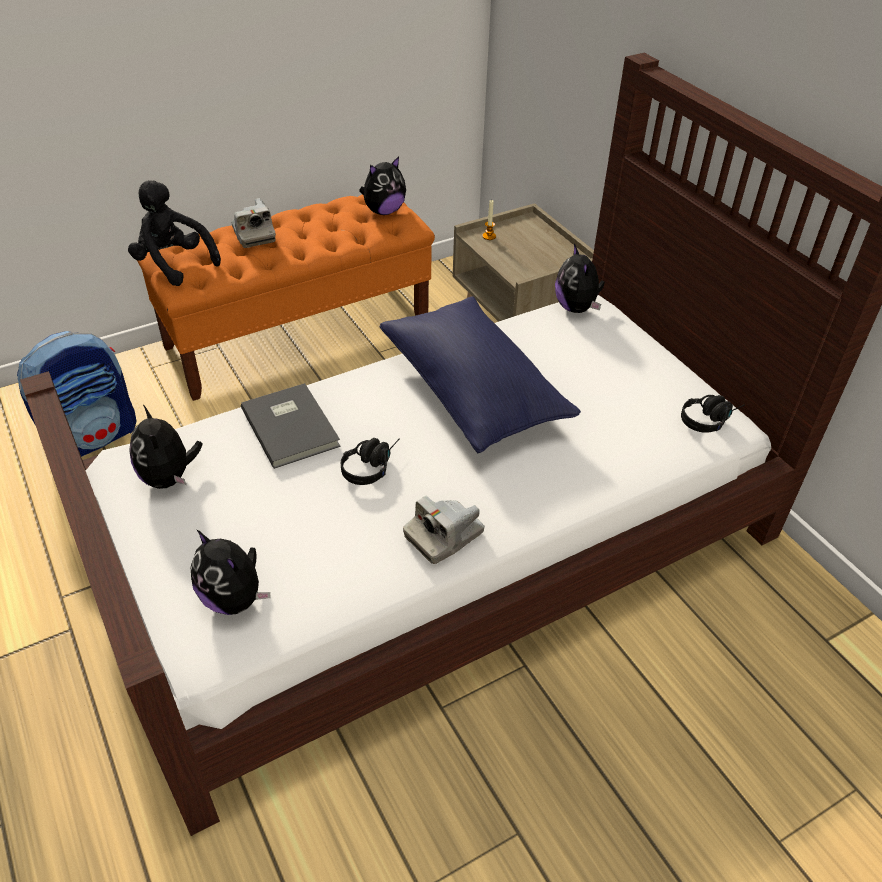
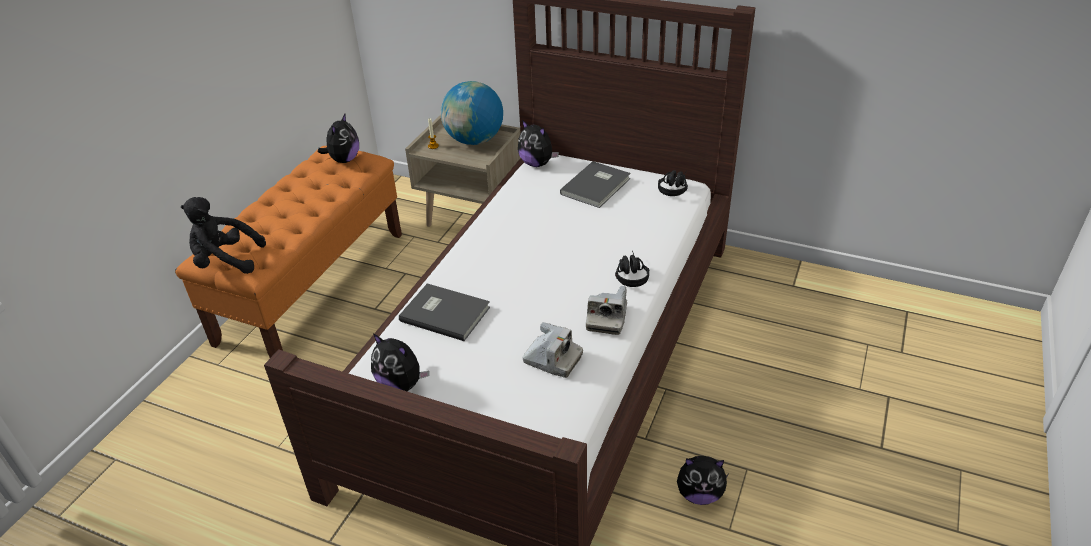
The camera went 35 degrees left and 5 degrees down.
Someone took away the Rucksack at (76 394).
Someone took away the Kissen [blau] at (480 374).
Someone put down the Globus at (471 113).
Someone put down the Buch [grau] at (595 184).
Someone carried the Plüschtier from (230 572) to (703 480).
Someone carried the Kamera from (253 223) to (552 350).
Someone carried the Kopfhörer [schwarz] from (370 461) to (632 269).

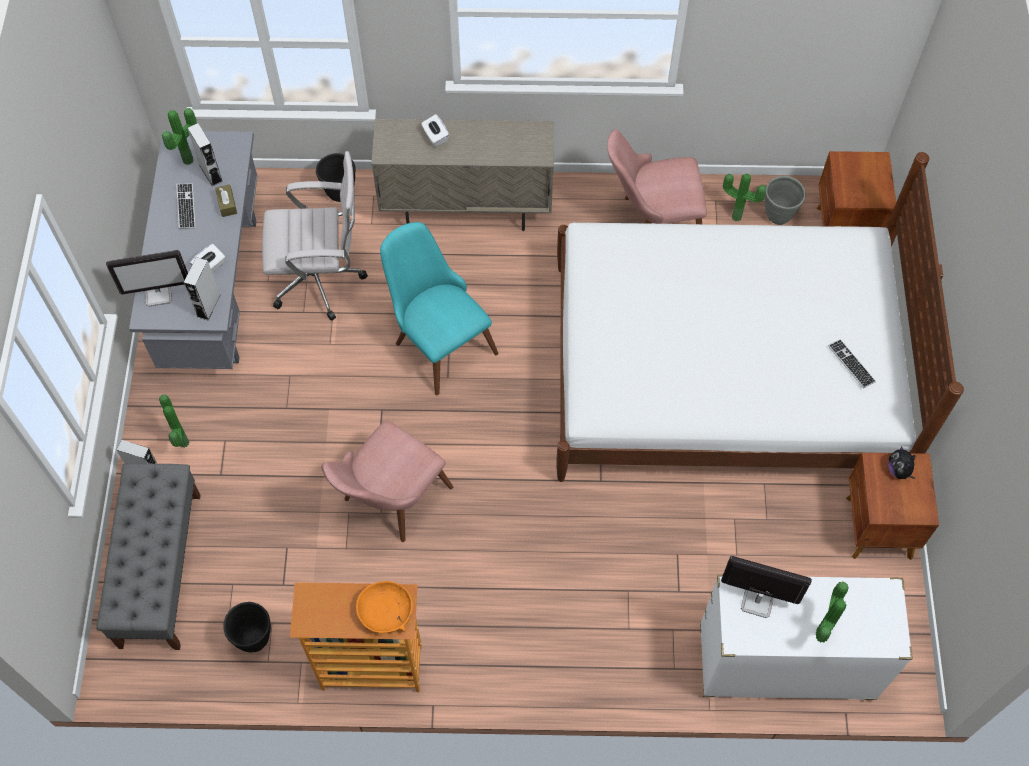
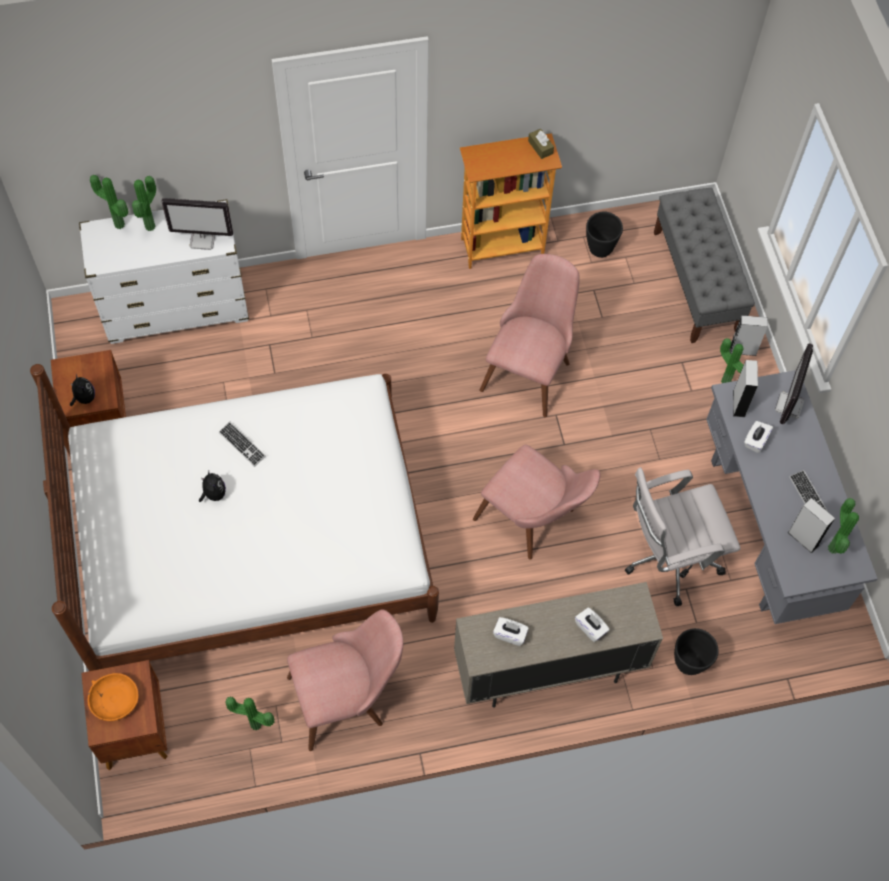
The camera went 165 degrees right and 0 degrees up.
Someone took away the Pflanzkübel [grau] at (785 200).
Someone put down the Topfpflanze at (109 202).
Someone put down the Plüschtier at (212 486).
Someone put down the Taschentuchbox [weiß] at (511 631).
Someone carried the Taschentuchbox [braun] from (226 200) to (541 144).
Someone carried the Schüssel [orange] from (384 607) to (113 697).
Someone carried the Tastatur from (852 363) to (242 444).
Someone repainted the Stuhl [türkis] at (439 308), which became the Stuhl [rosa] at (537 502).
Someone rotated the Monitor at (147 278) by 45 degrees counterclockwise.

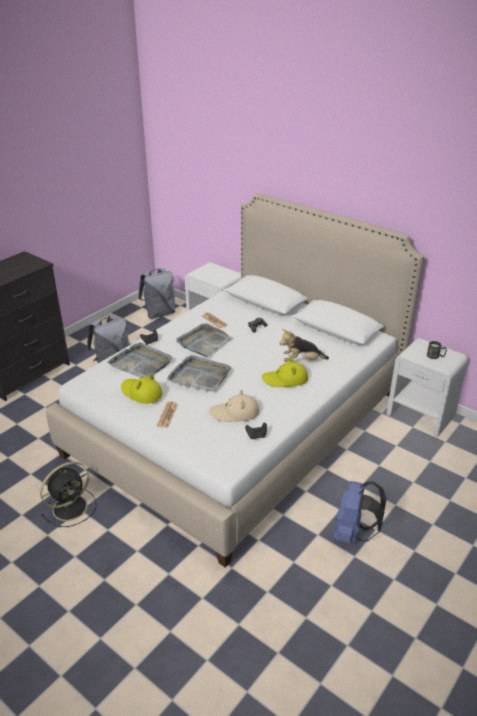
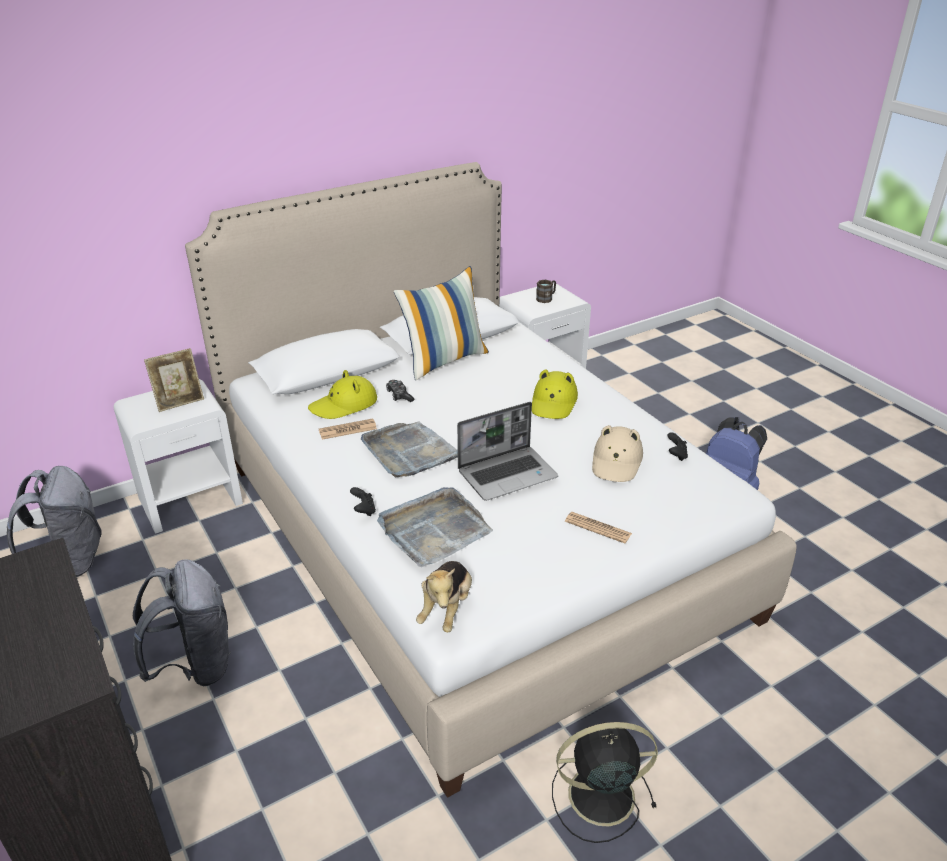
The camera went 70 degrees left and 0 degrees up.
Someone put down the Bilderrahmen at (174 380).
Someone put down the Kissen at (441 323).
Someone carried the Hut [gelb] from (142 389) to (342 394).
Someone carried the Plüschtier from (304 345) to (444 596).
Someone swapped the Tablett [grau] at (199 373) for the Laptop at (507 451).
Someone rotated the Ventilator [schwarz] at (68 494) by 75 degrees counterclockwise.

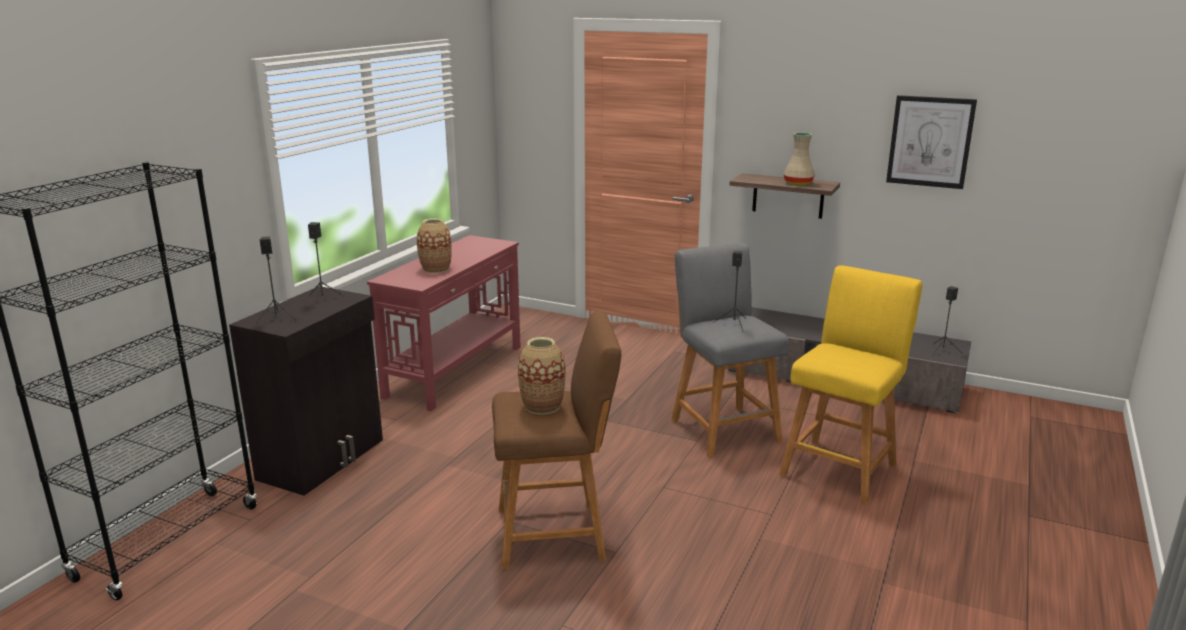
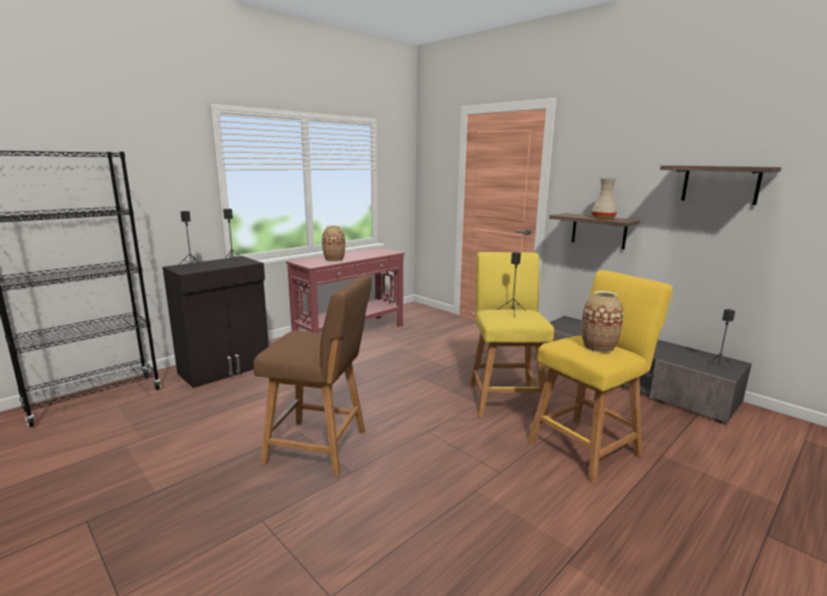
The camera went 20 degrees right and 5 degrees down.
Someone carried the Vase from (542 376) to (602 322).
Someone swapped the Bild at (931 142) for the Wandregal at (721 185).
Someone repainted the Hocker [grau] at (730 350), which became the Hocker [gelb] at (511 334).

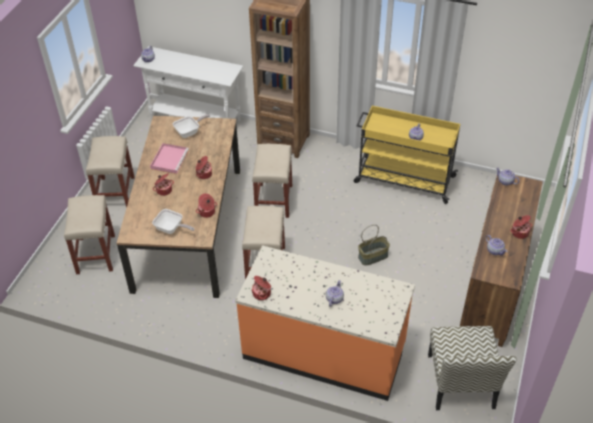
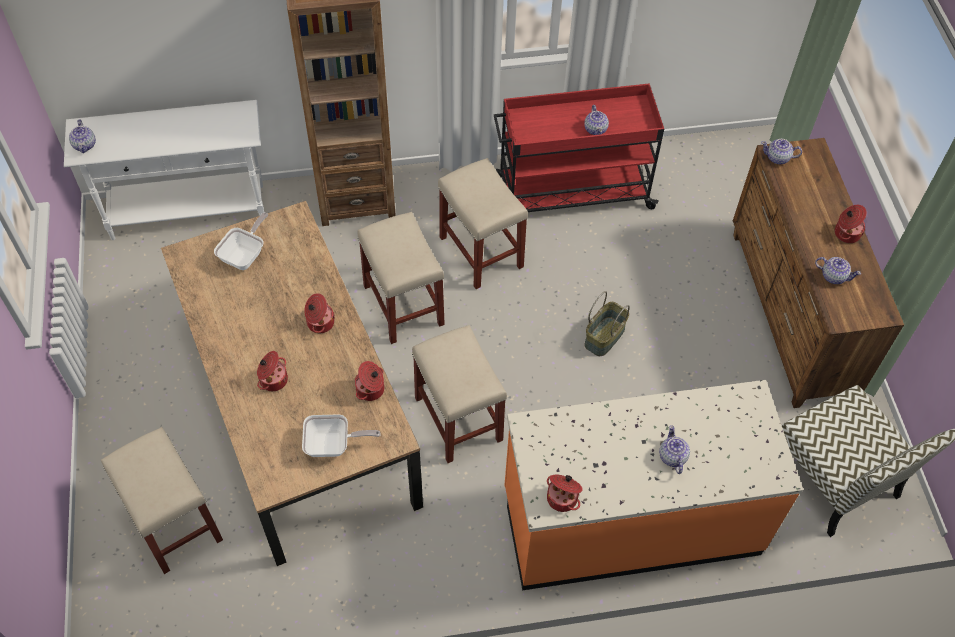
The camera went 30 degrees left and 10 degrees up.
Someone took away the Tablett [rosa] at (169 158).
Someone carried the Hocker [beige] from (110 172) to (483 223).
Someone repainted the Rollwagen [gelb] at (407 155), which became the Rollwagen [rot] at (579 147).

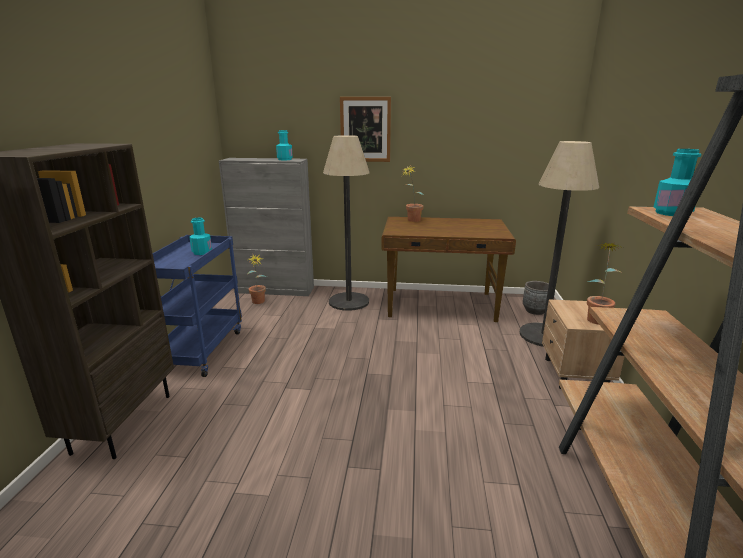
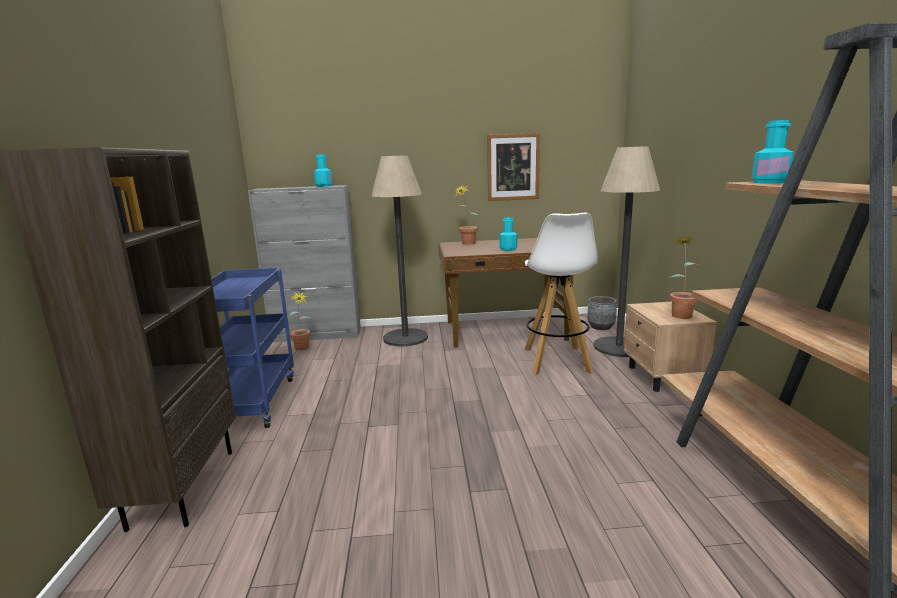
The camera went 10 degrees left and 5 degrees down.
Someone put down the Hocker [weiß] at (561 293).
Someone carried the Flasche [türkis] from (200 236) to (508 234).
Someone carried the Bild from (365 129) to (513 167).

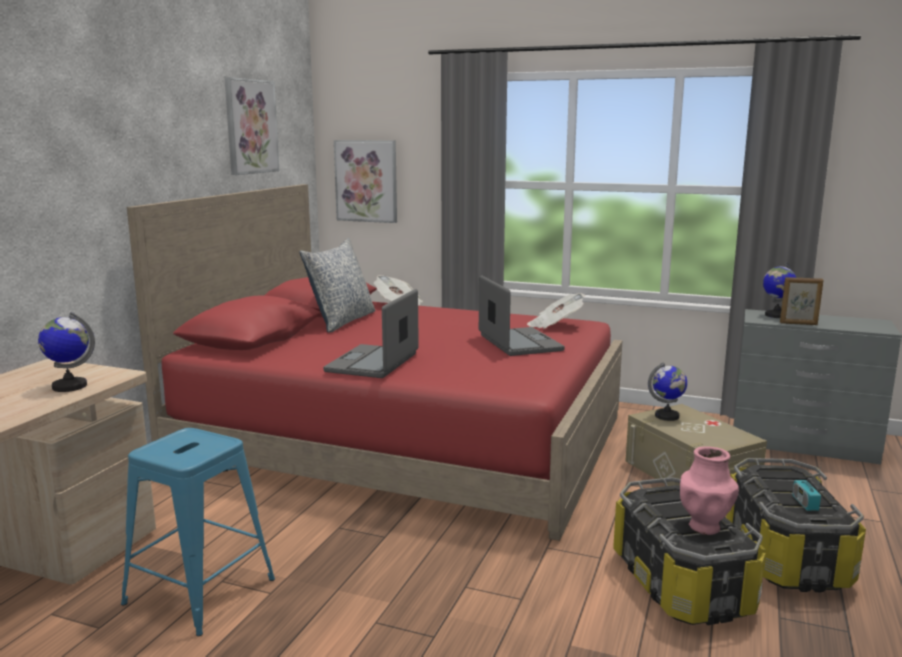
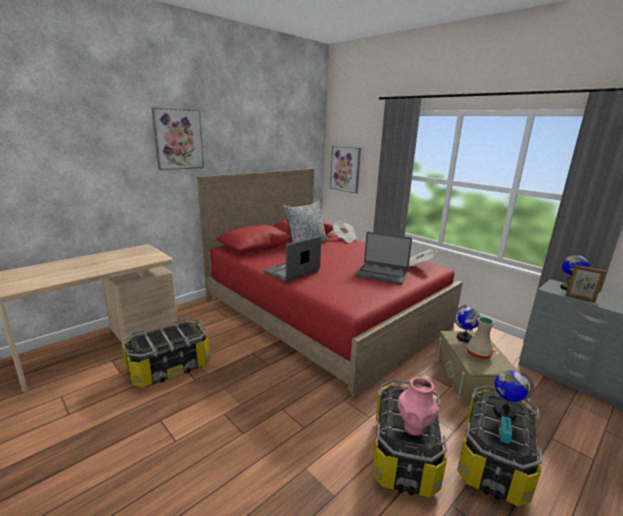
The camera went 25 degrees right and 5 degrees up.
Someone put down the Vase [beige] at (480 338).
Someone carried the Globus from (66 352) to (514 395).
Someone carried the Bild from (251 126) to (178 138).
Someone swapped the Hocker [blau] at (198 532) for the Aufbewahrungsbox at (165 352).
Someone rotated the Laptop at (522 315) by 105 degrees clockwise.

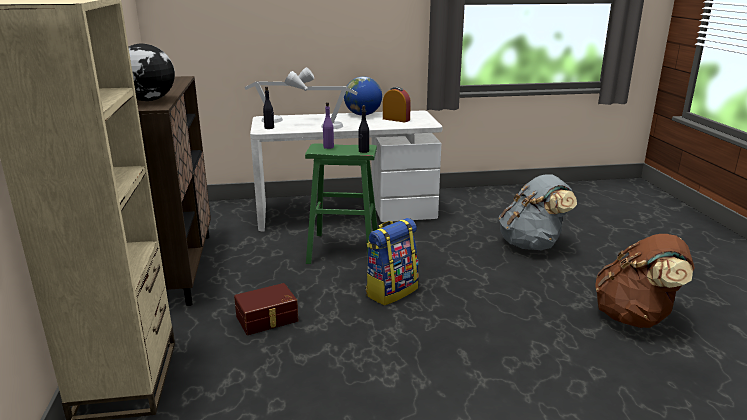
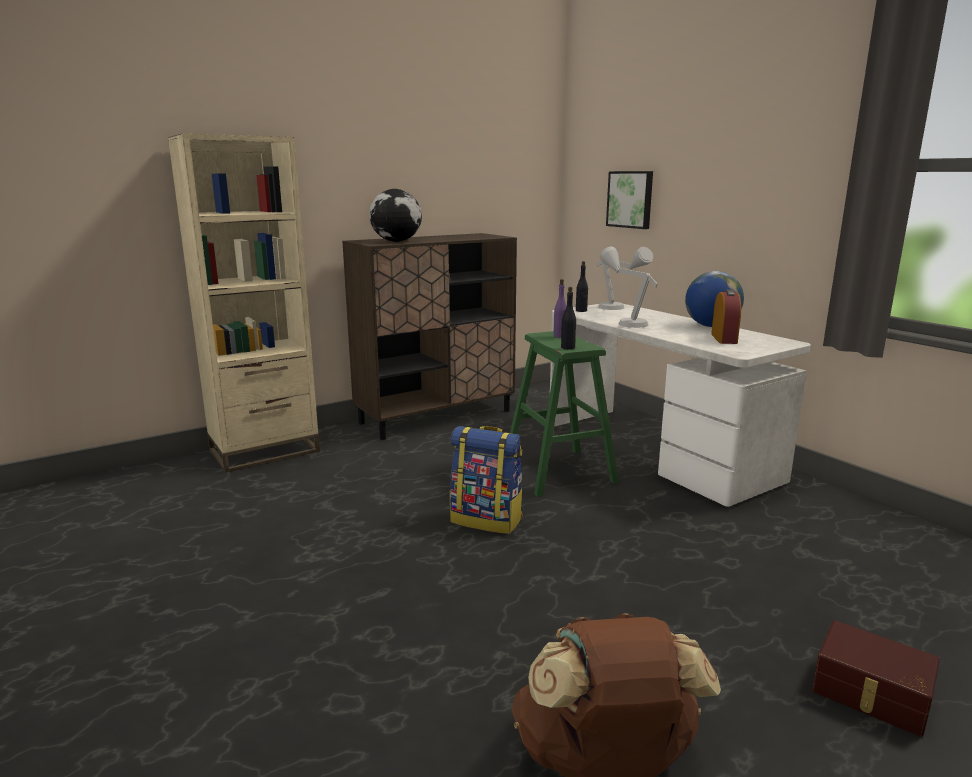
The camera went 65 degrees right and 5 degrees down.
Someone took away the Rucksack [grau] at (538 212).
Someone put up the Bild at (629 200).
Someone carried the Aufbewahrungsbox [braun] from (266 309) to (876 678).

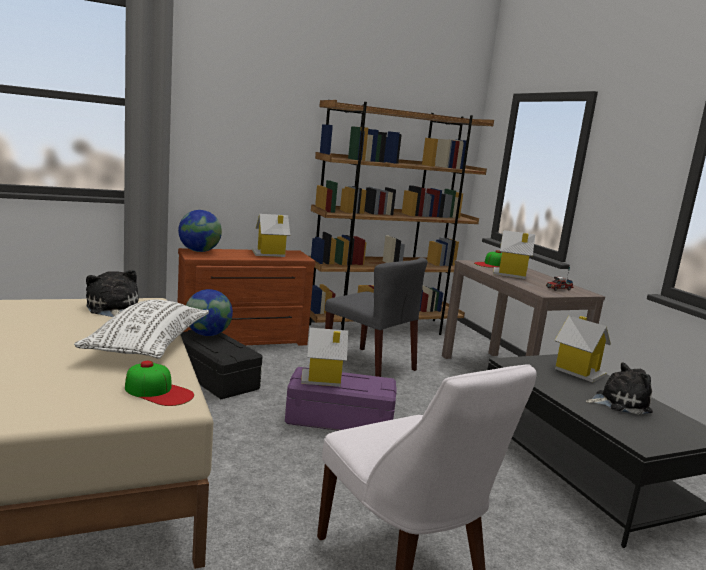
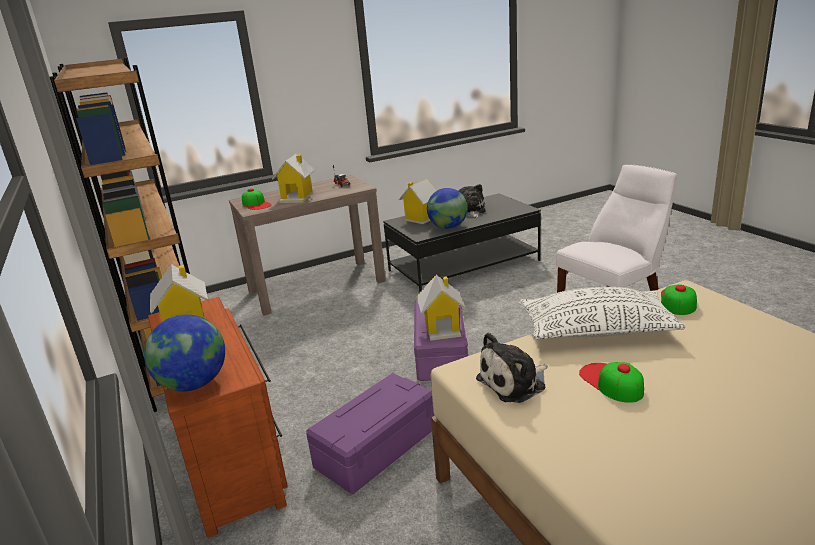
The camera went 90 degrees left and 10 degrees up.
Someone took away the Stuhl [grau] at (376 317).
Someone put down the Kappe at (611 382).
Someone carried the Globus from (209 312) to (447 208).
Someone repainted the Aufbewahrungsbox [schwarz] at (221 364), which became the Aufbewahrungsbox [lila] at (370 433).

